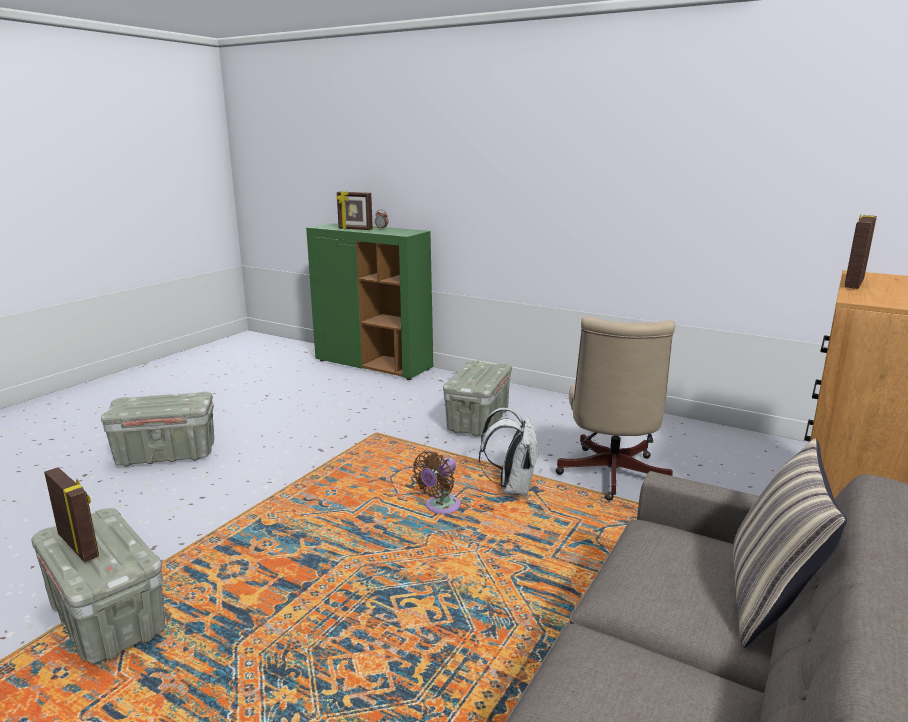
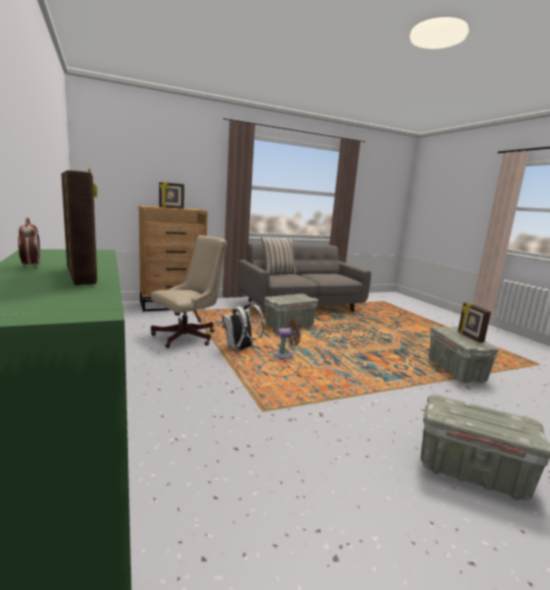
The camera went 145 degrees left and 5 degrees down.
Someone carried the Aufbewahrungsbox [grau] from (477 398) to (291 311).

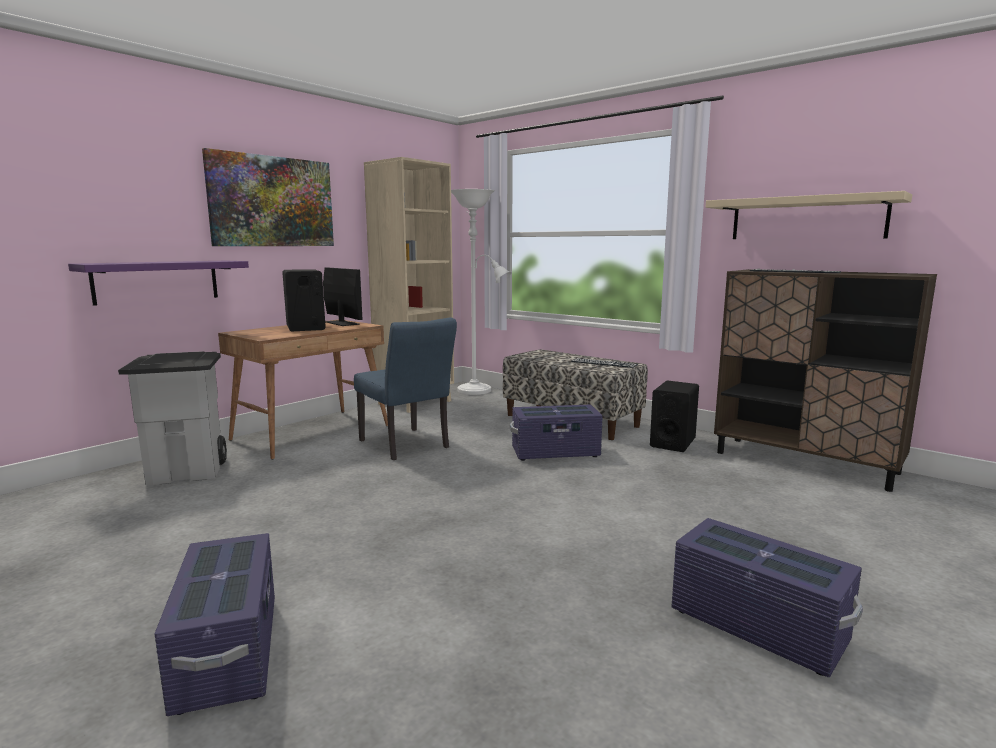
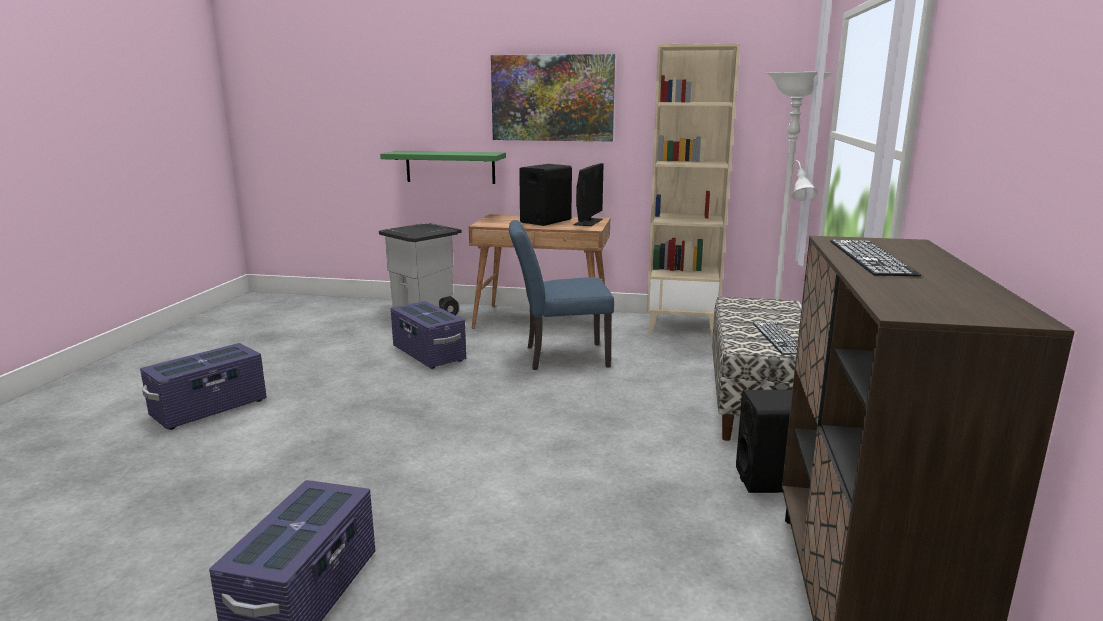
The camera went 60 degrees right and 5 degrees up.
Someone took away the Wandregal [beige] at (809 215).
Someone carried the Aufbewahrungsbox [lila] from (556 433) to (428 335).
Someone repainted the Wandregal [lila] at (158 283), which became the Wandregal [grün] at (443 167).
Someone rotated the Stuhl [blau] at (405 389) by 60 degrees clockwise.

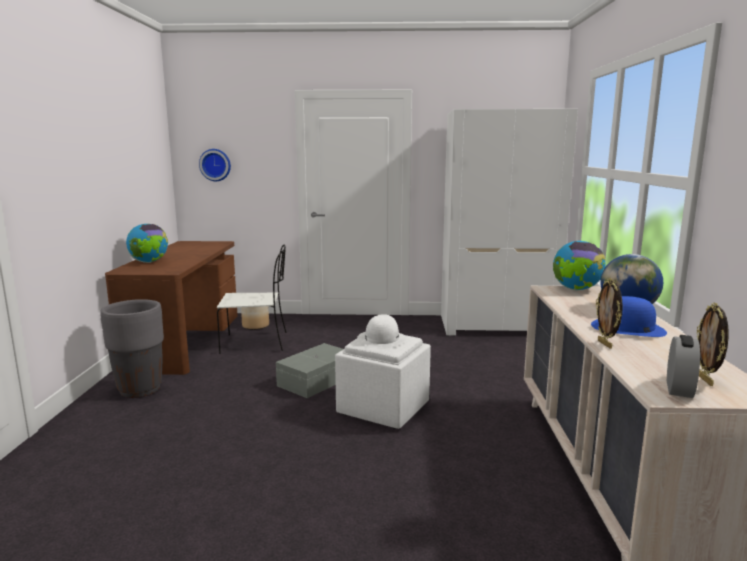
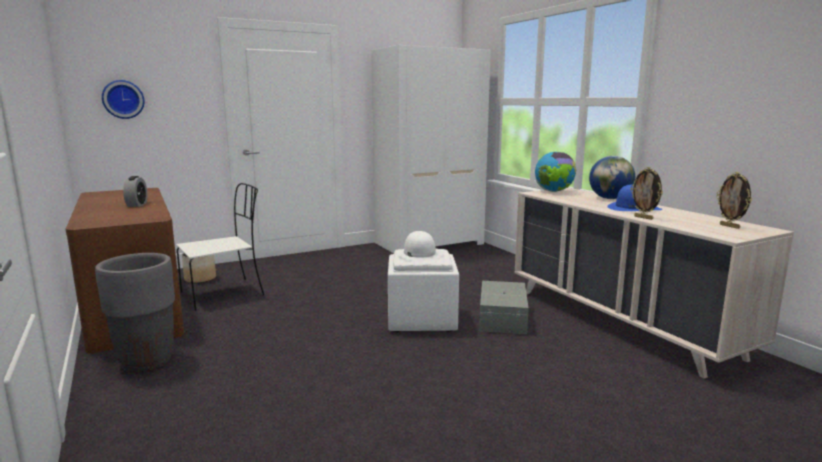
The camera went 30 degrees left and 0 degrees up.
Someone took away the Globus at (147 243).
Someone carried the Aufbewahrungsbox [grau] from (309 370) to (504 307).
Someone carried the Wecker from (683 366) to (135 191).

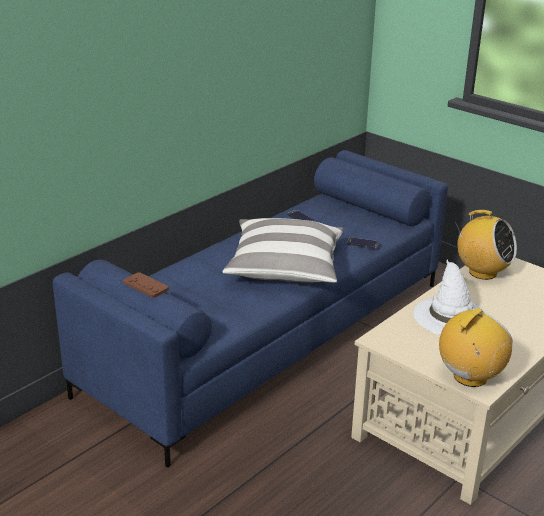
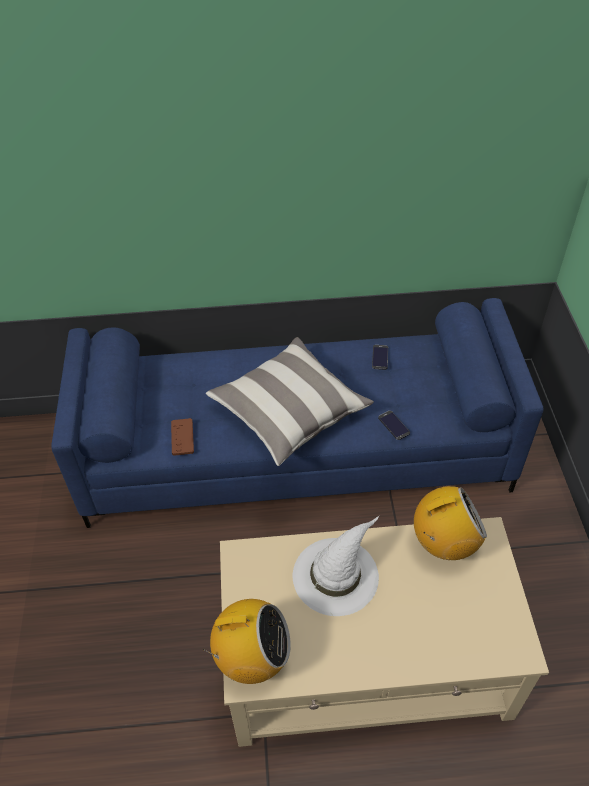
The camera went 45 degrees right and 20 degrees up.
Someone carried the Gamepad [braun] from (146 285) to (182 437).
Someone rotated the Radio at (486 245) by 90 degrees counterclockwise.

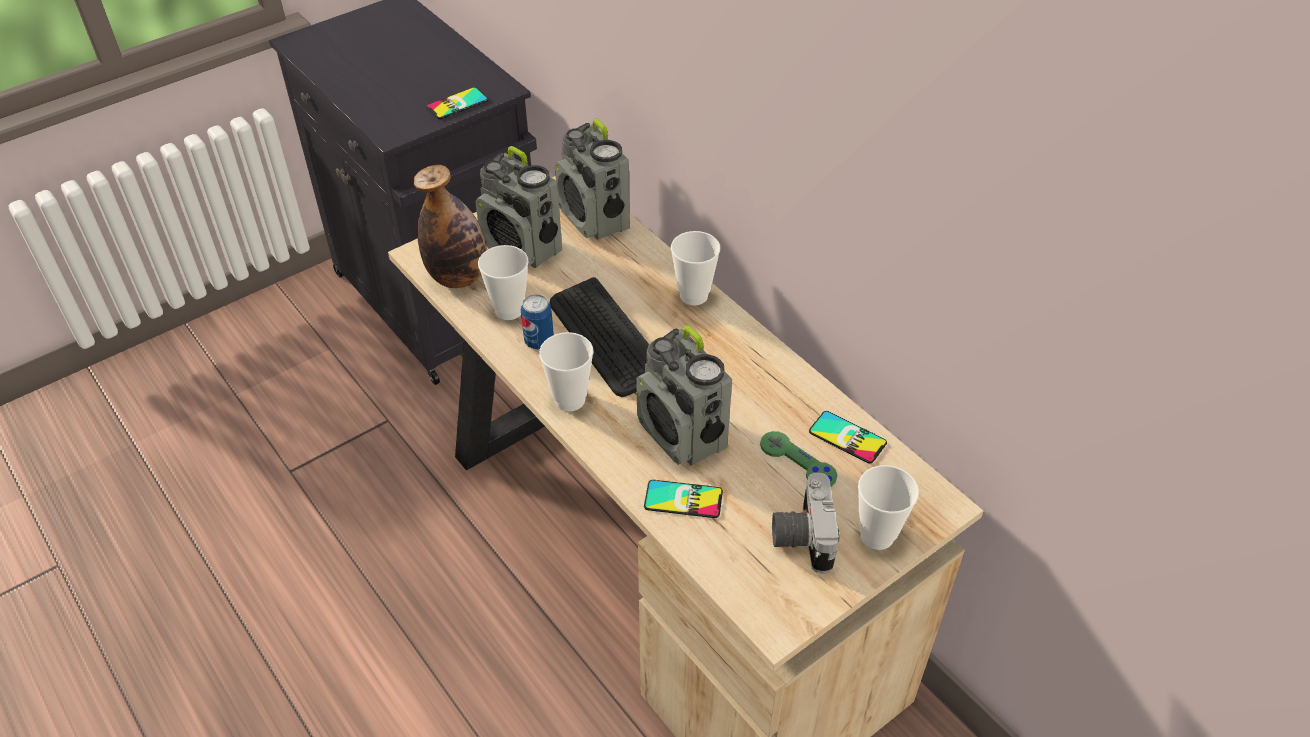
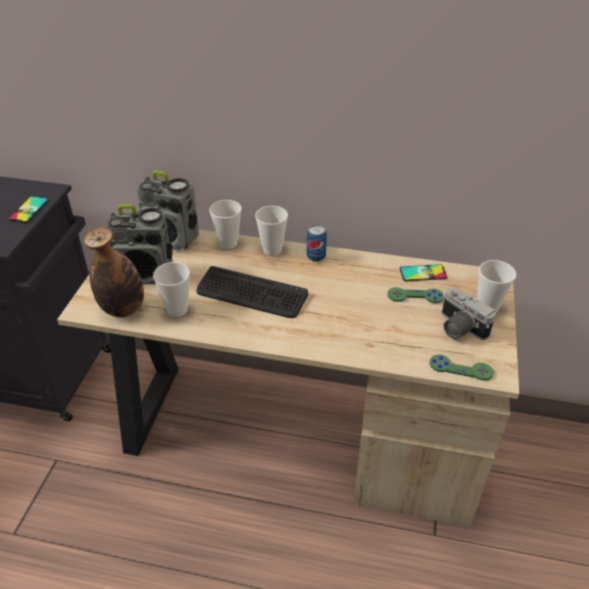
The camera went 40 degrees left and 5 degrees down.
Someone took away the Radio at (684 395).
Someone took away the Handy at (683 499).
Someone put down the Gamepad [grün] at (461 368).
Someone carried the Dose from (537 322) to (317 243).
Someone carried the Tasse from (566 371) to (225 224).

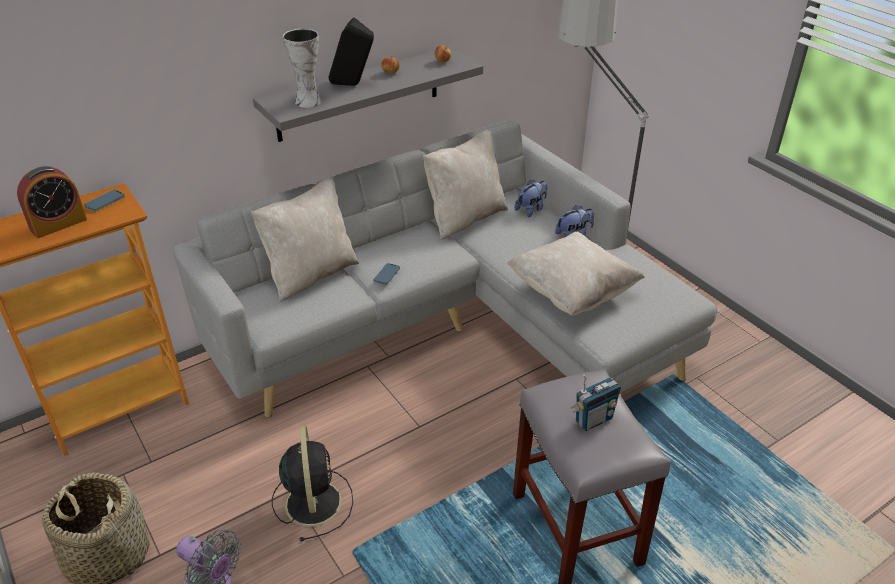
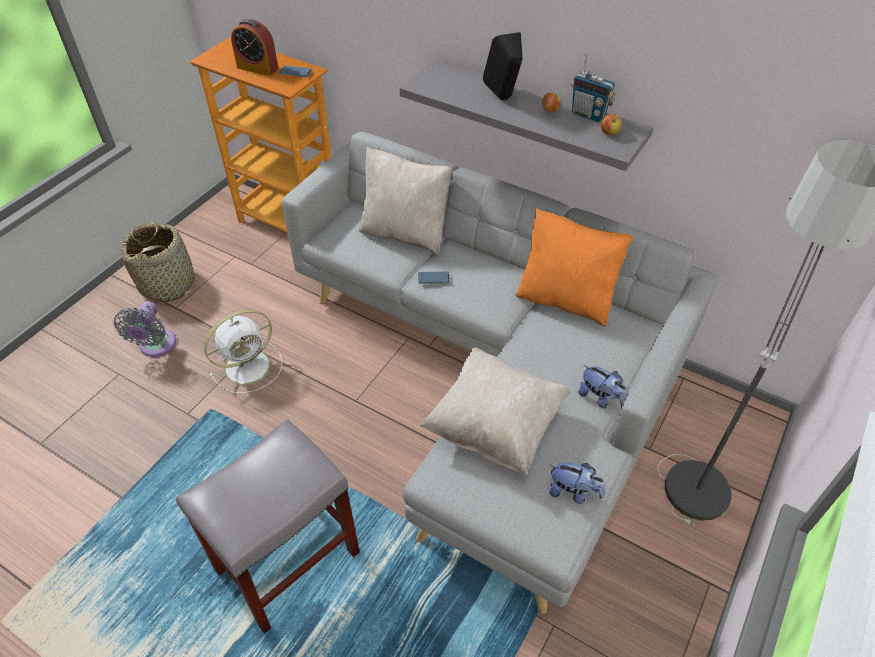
The camera went 65 degrees right and 10 degrees up.
Someone took away the Vase at (302 68).
Someone carried the Plüschtier from (531 198) to (577 483).
Someone carried the Radio from (595 402) to (593 87).
Someone repainted the Ventilator [schwarz] at (312 484), which became the Ventilator [weiß] at (243 351).
Someone repainted the Kissen [beige] at (465 184), which became the Kissen [orange] at (574 267).

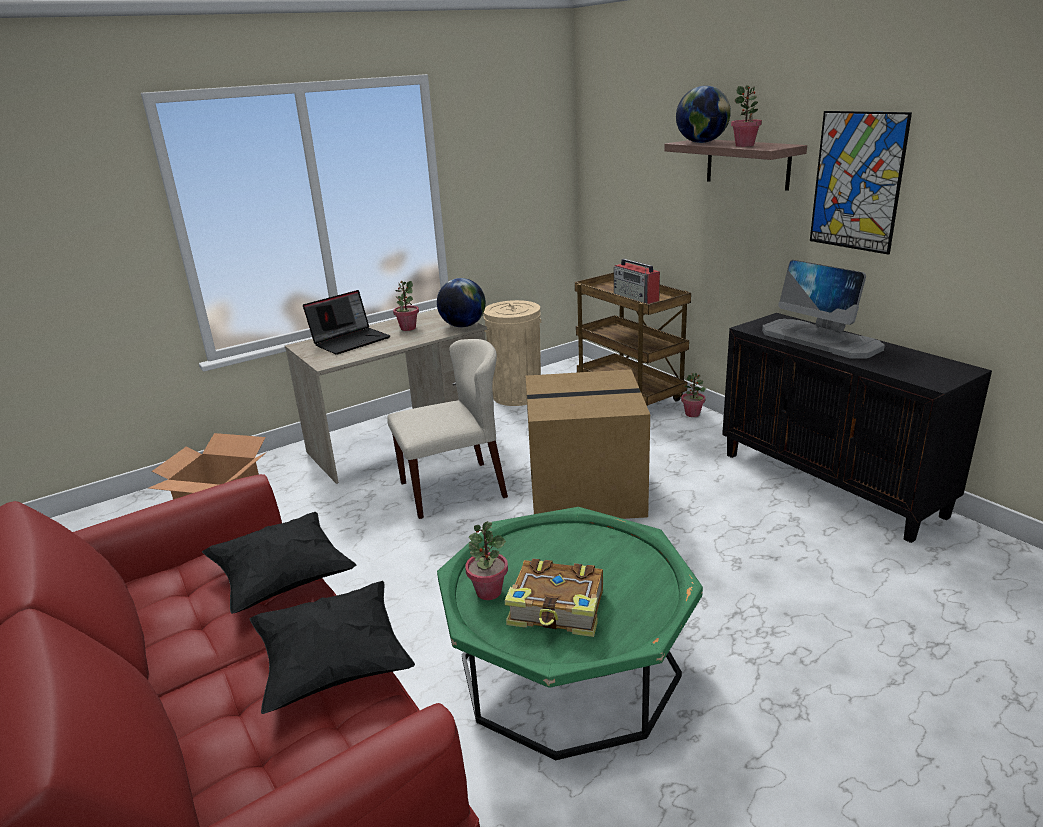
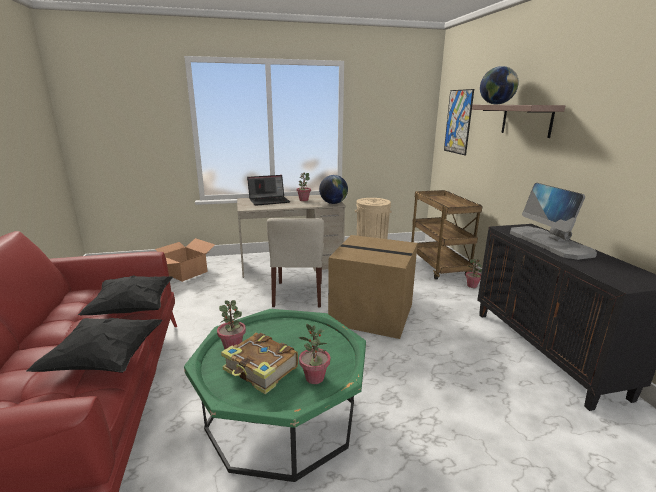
The camera went 20 degrees right and 5 degrees down.
Someone took away the Radio at (637 281).
Someone carried the Topfpflanze from (746 116) to (314 354).
Someone carried the Bild from (861 183) to (459 122).
Someone rotated the Stuhl [beige] at (447 429) by 90 degrees clockwise.

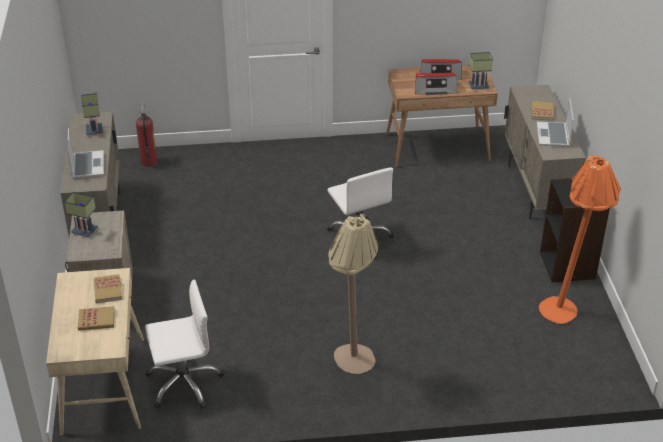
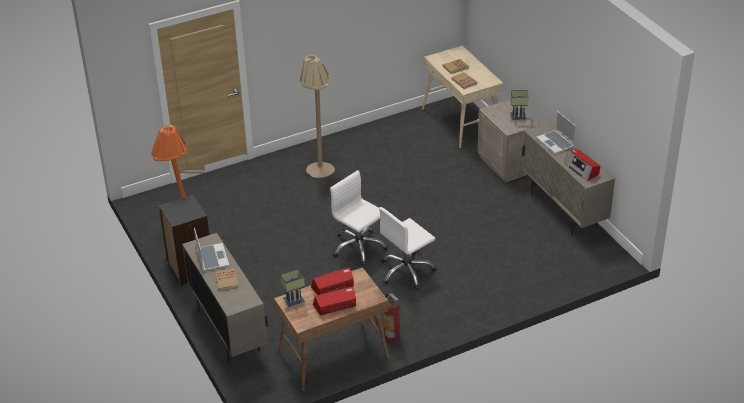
The camera went 160 degrees right and 0 degrees up.
Someone carried the Feuerlöscher from (147 135) to (392 318).
Someone carried the Bürostuhl [weiß] from (184 344) to (408 248).
Someone swapped the Tischlampe at (92 114) for the Radio at (582 165).

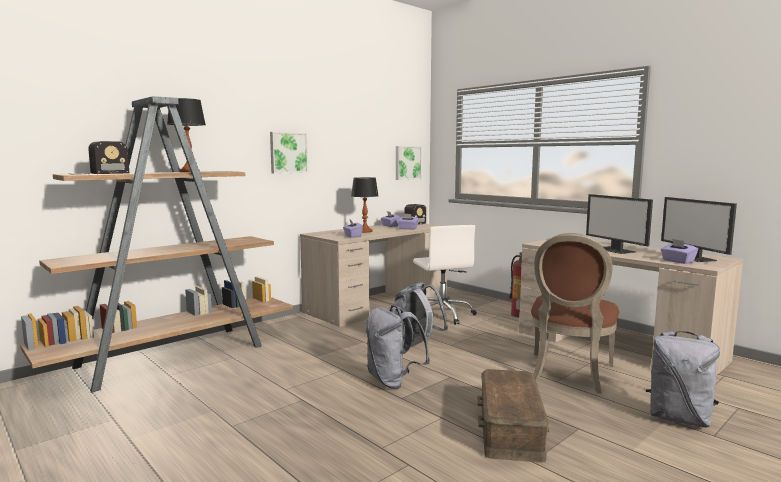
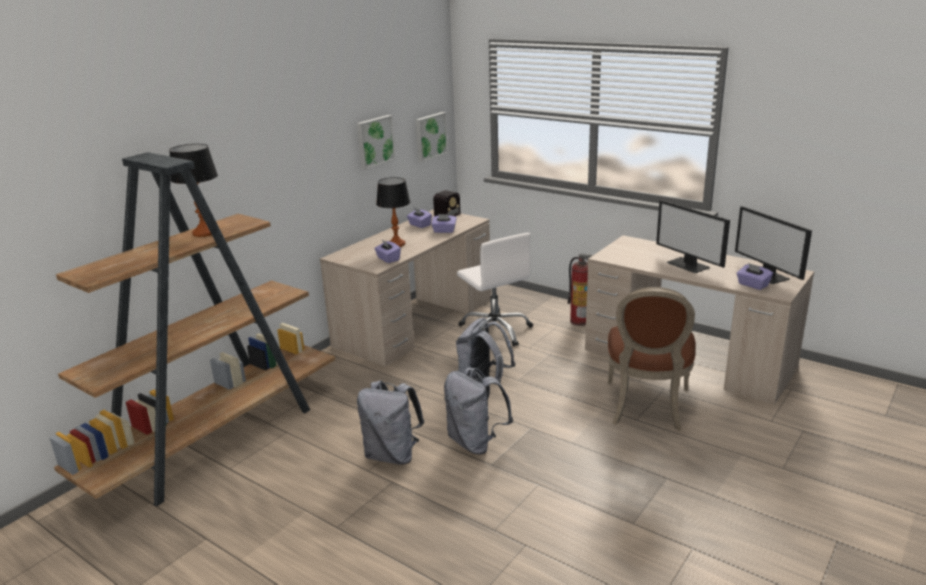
The camera went 10 degrees left and 15 degrees up.
Someone took away the Radio at (100 158).
Someone took away the Aufbewahrungsbox [braun] at (513 416).
Someone carried the Bild from (289 153) to (376 142).
Someone carried the Rucksack [grau] from (683 379) to (391 422).

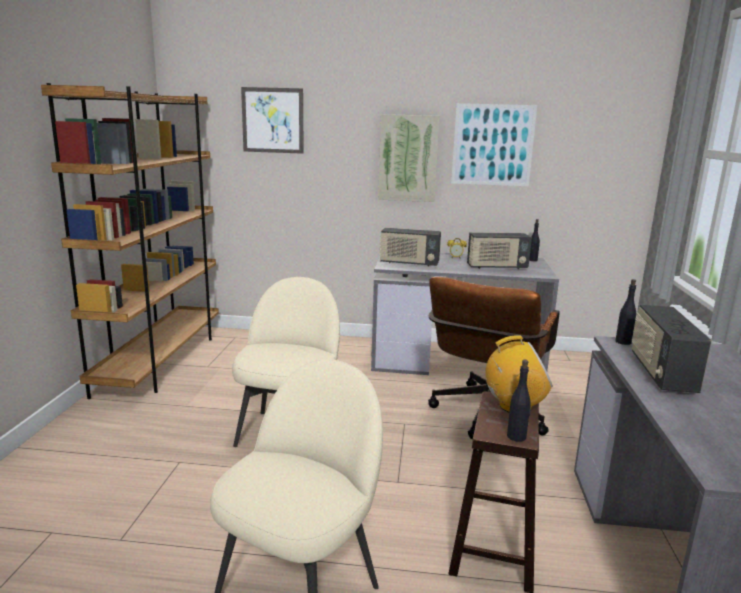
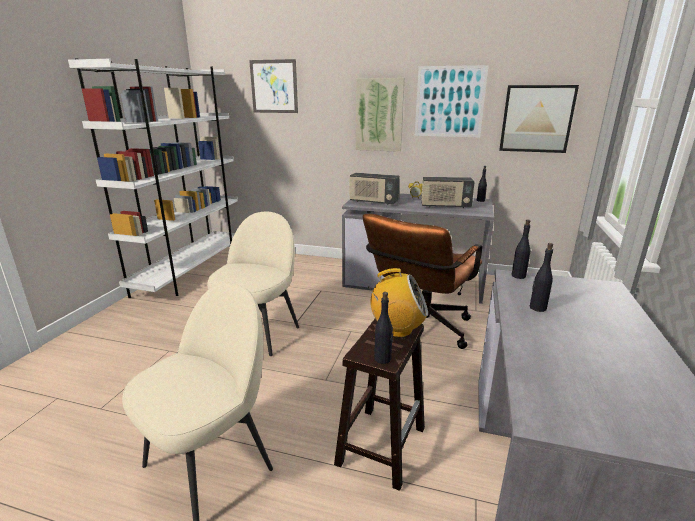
The camera went 10 degrees right and 5 degrees up.
Someone put up the Bild at (539 119).
Someone swapped the Radio at (671 349) for the Flasche [schwarz] at (541 277).
Someone repainted the Bücherregal [braun] at (130 241), which became the Bücherregal [weiß] at (153 178).

